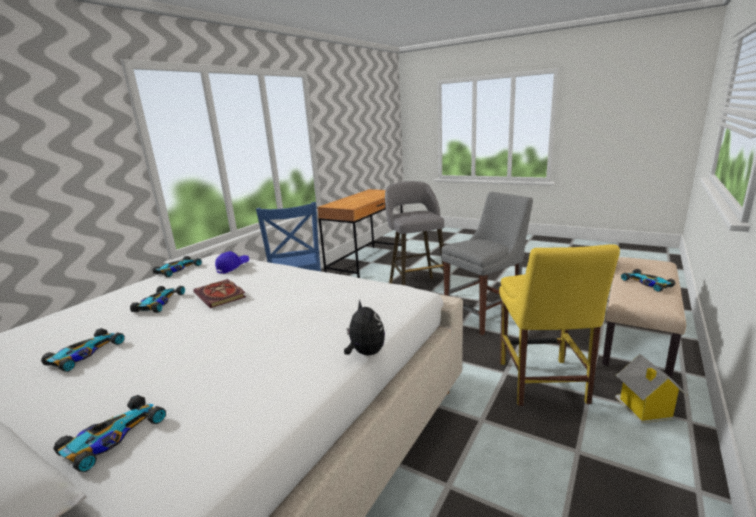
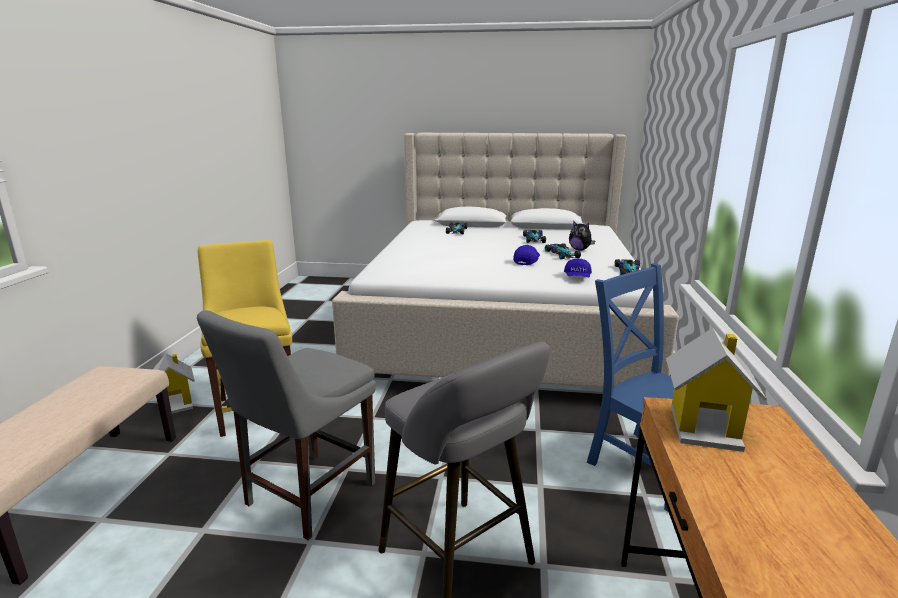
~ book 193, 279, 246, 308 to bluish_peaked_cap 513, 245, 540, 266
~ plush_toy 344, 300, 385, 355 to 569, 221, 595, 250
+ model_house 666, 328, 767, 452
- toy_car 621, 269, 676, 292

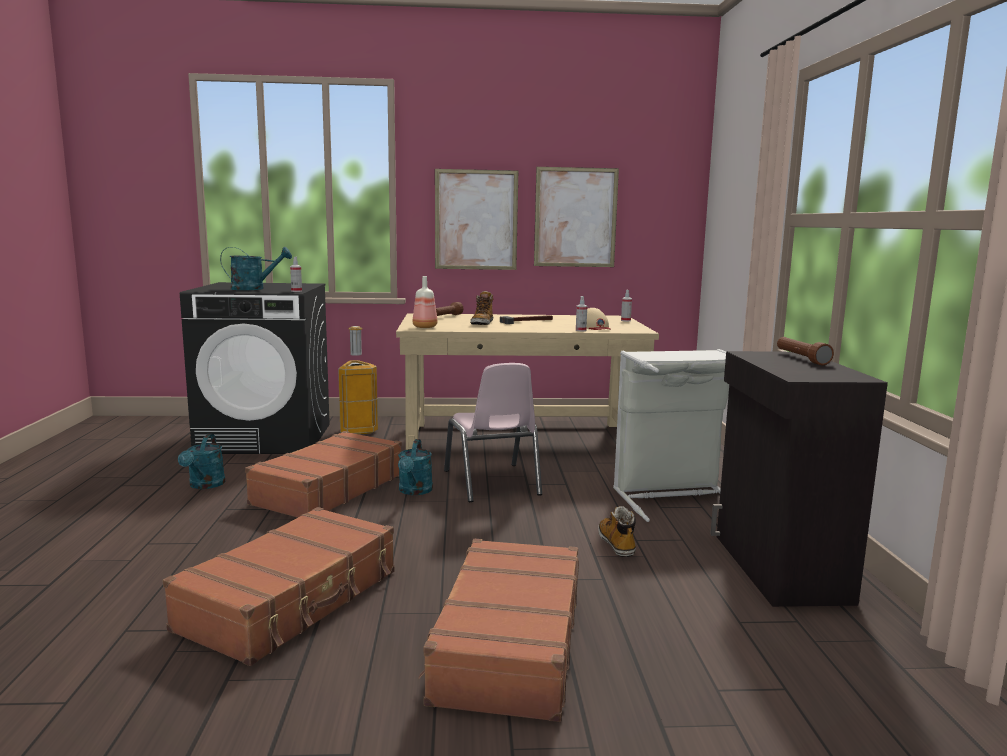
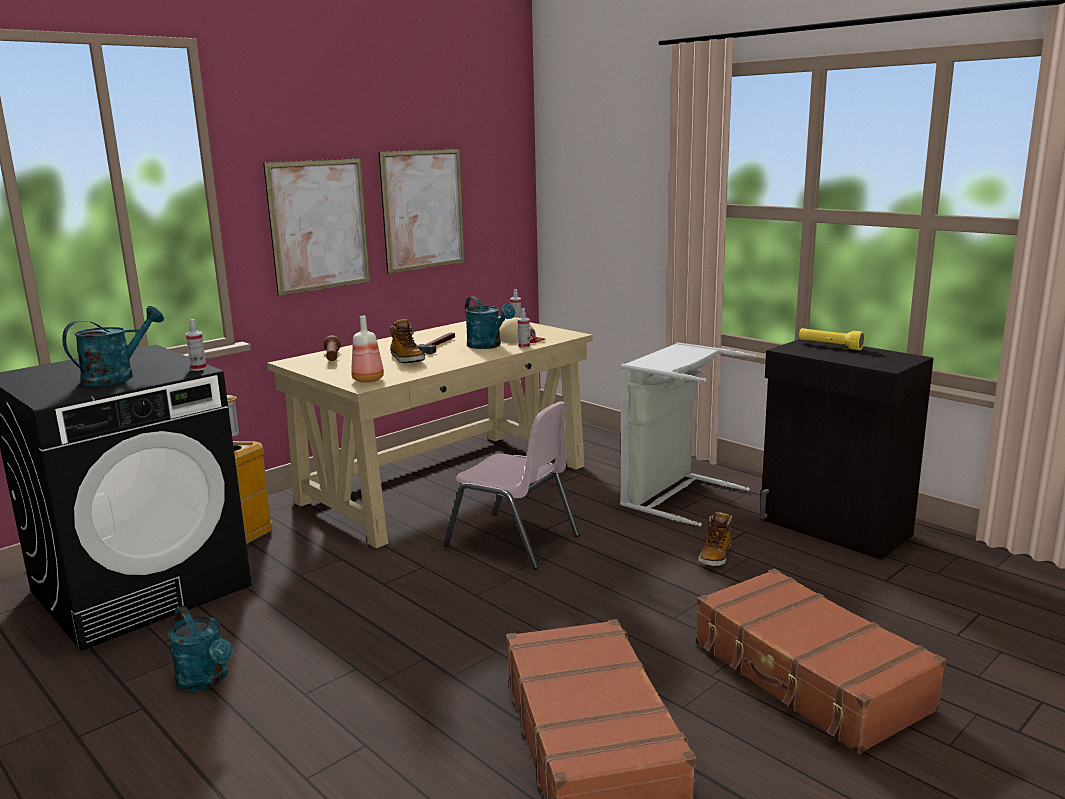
~ turquoise_sprinkling_can 398, 439, 433, 495 to 465, 297, 515, 349
~ high-top_boot 598, 506, 636, 557 = 699, 512, 732, 567 105 degrees counterclockwise
~ brown-coloured_hand_torch 777, 337, 834, 366 to yellowish_hand_torch 799, 328, 865, 350
- brown-coloured_piece_of_luggage 245, 431, 402, 518

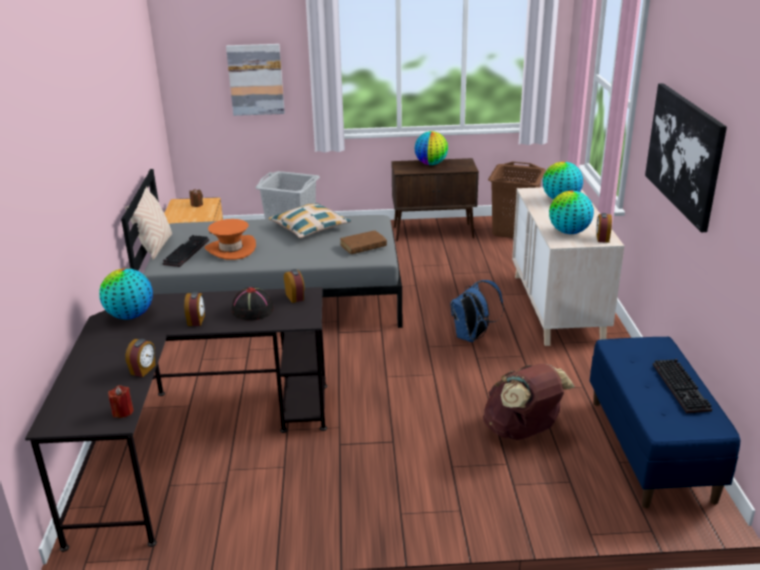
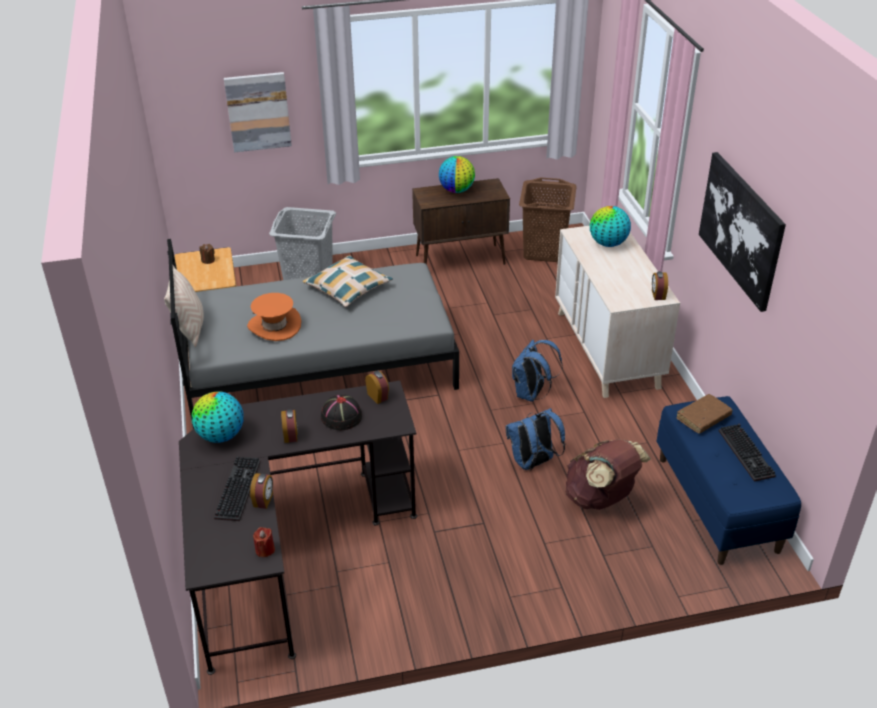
~ PC_keyboard 163, 235, 209, 267 to 214, 456, 260, 521
+ bluish_rucksack 506, 408, 565, 470
~ brown-coloured_book 340, 230, 387, 254 to 677, 394, 733, 434
- world_globe 549, 191, 594, 234

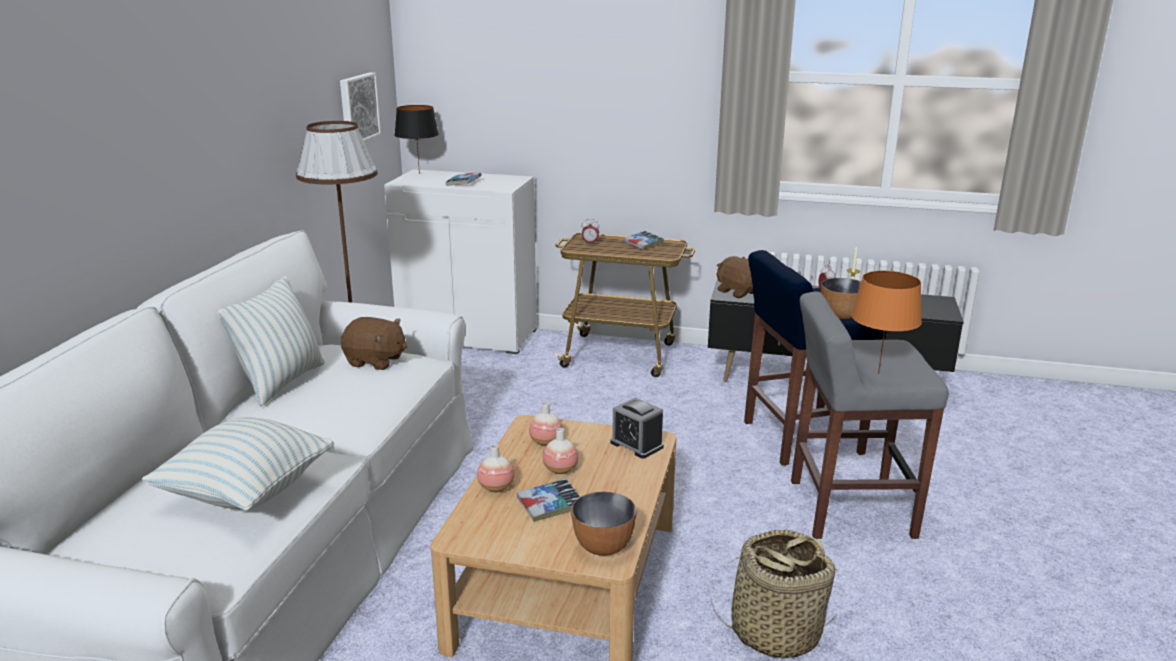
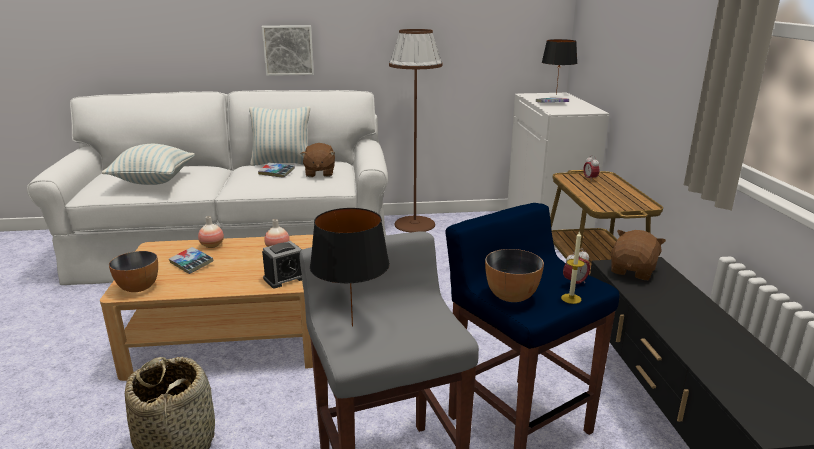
~ book 624, 231, 664, 250 to 258, 163, 295, 178
~ wall_art 340, 73, 381, 141 to 262, 25, 314, 76
~ bedside_clock 611, 398, 664, 459 = 262, 241, 302, 288 150 degrees counterclockwise
~ orange-coloured_table_lamp 851, 271, 922, 374 to blackish_table_lamp 310, 208, 390, 327
- decorative_vase 543, 428, 578, 474

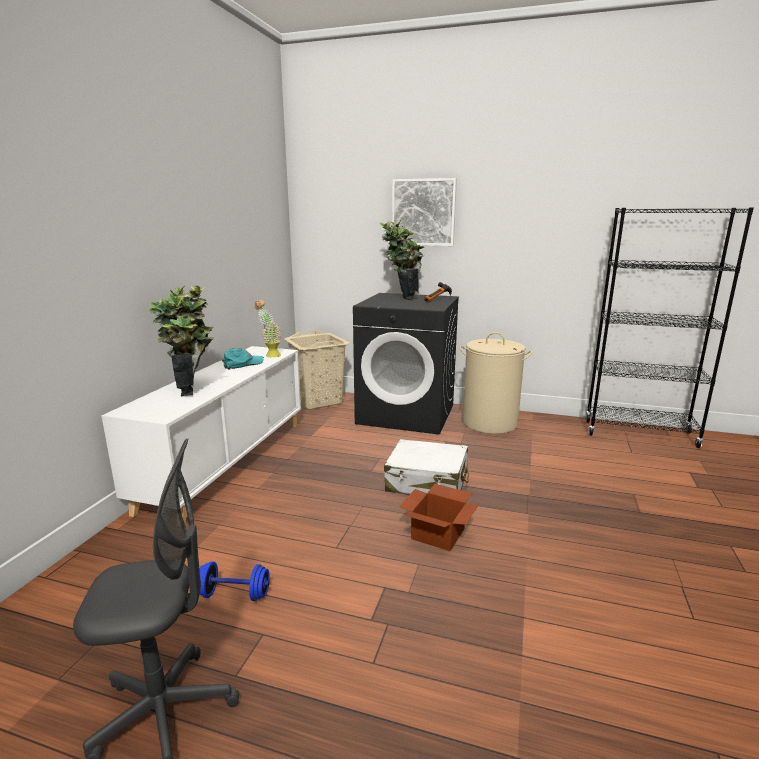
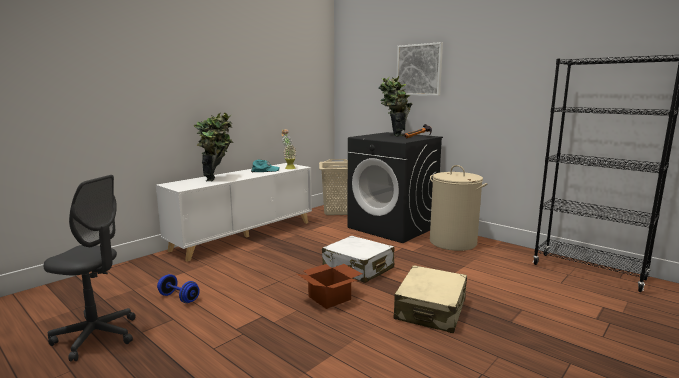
+ sand-coloured_piece_of_luggage 394, 265, 467, 333

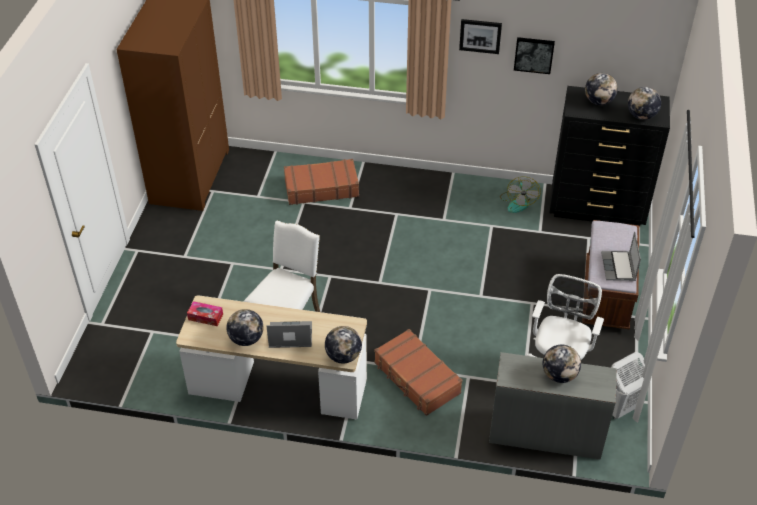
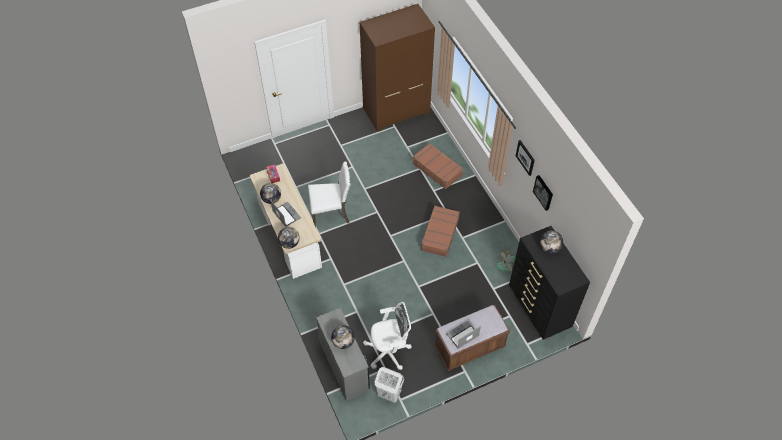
~ brown-coloured_piece_of_luggage 374, 329, 463, 416 to 420, 205, 460, 257
- world_globe 628, 87, 661, 120

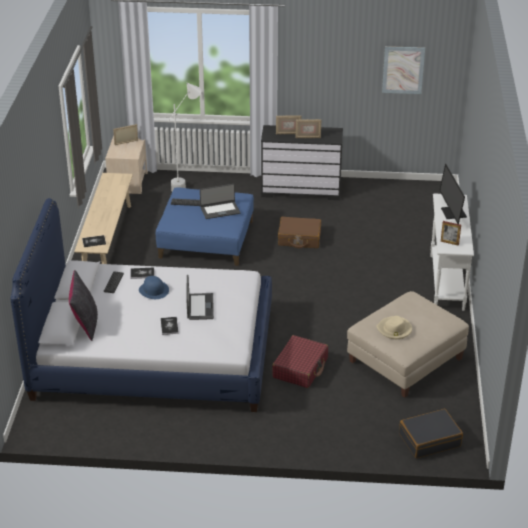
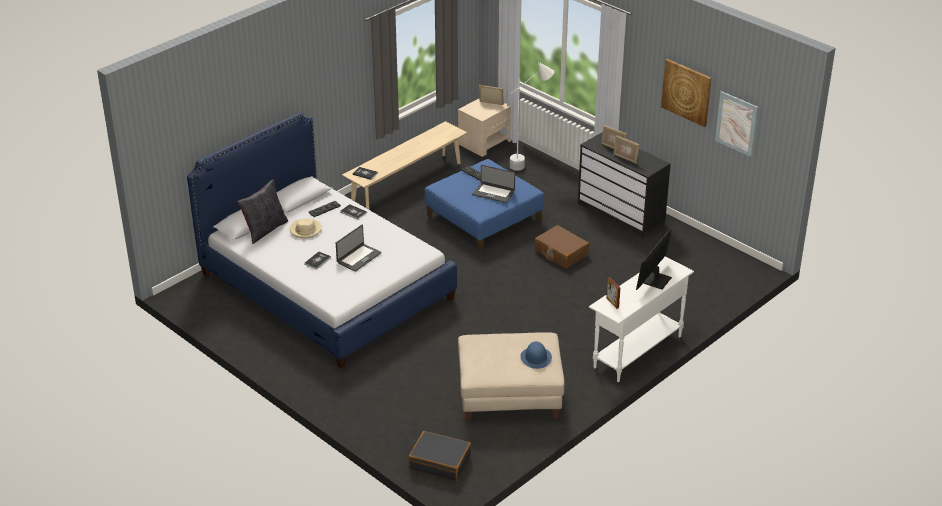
~ sand-coloured_wearable_hat 376, 316, 412, 339 to 289, 218, 322, 238
~ bluish_wearable_hat 139, 276, 169, 299 to 520, 342, 552, 369
+ wall_art 661, 59, 712, 127
- reddish_piece_of_luggage 272, 335, 328, 388

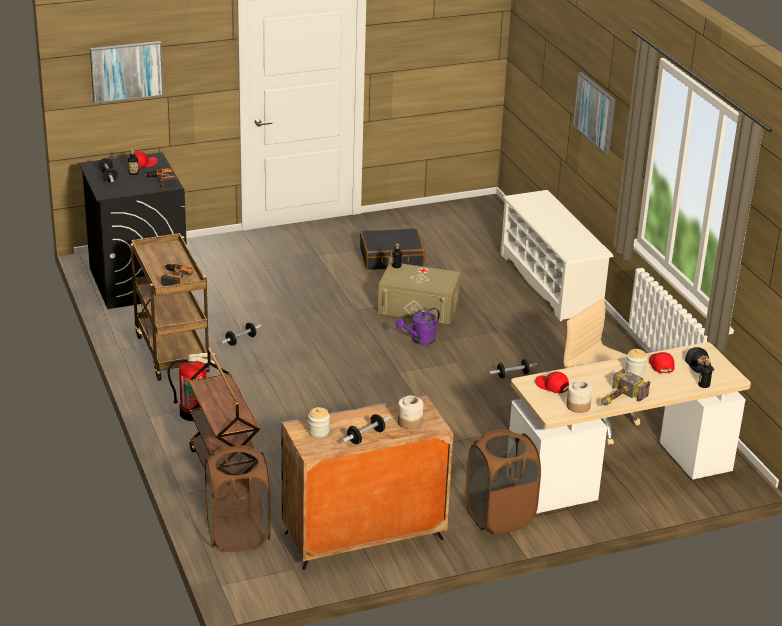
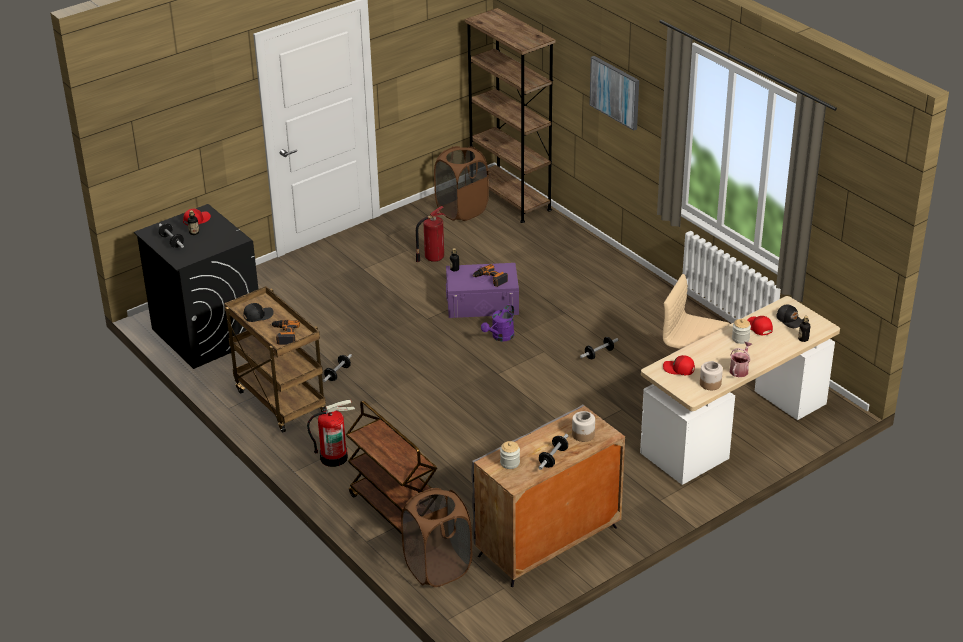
+ blackish_peaked_cap 243, 303, 274, 322
~ blackish_piece_of_luggage 360, 229, 425, 270 to extinguisher 416, 206, 446, 262
~ brown-coloured_washing_basket 466, 429, 541, 534 to 434, 146, 489, 221
~ sand-coloured_storage_container 378, 262, 461, 324 to purple_storage_container 446, 263, 519, 318
+ brown-coloured_shelving_unit 465, 8, 556, 223
~ power_drill 145, 168, 178, 189 to 473, 264, 508, 287
~ hand_hammer 601, 369, 650, 406 to sprinkling_can 730, 342, 752, 377
- wall_art 90, 41, 164, 104
- whitish_shoe_stand 500, 190, 613, 321

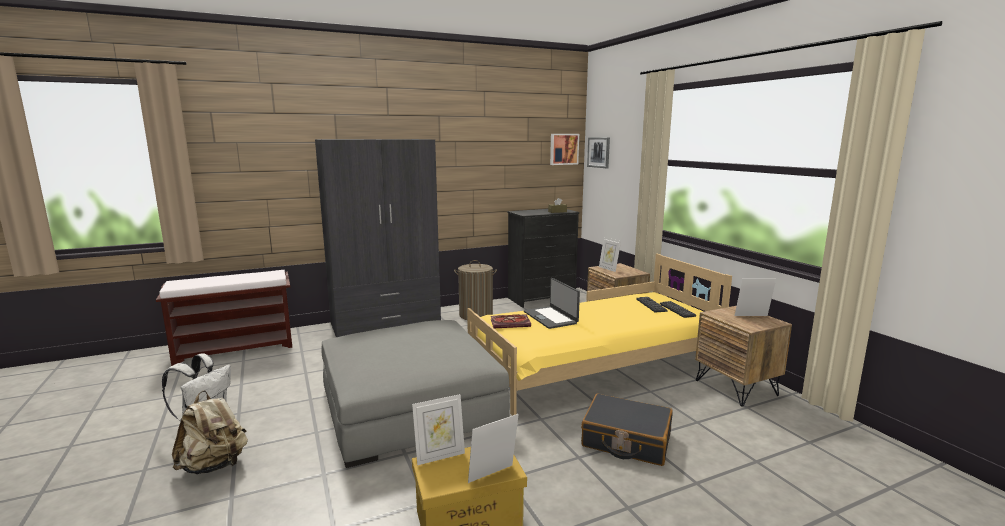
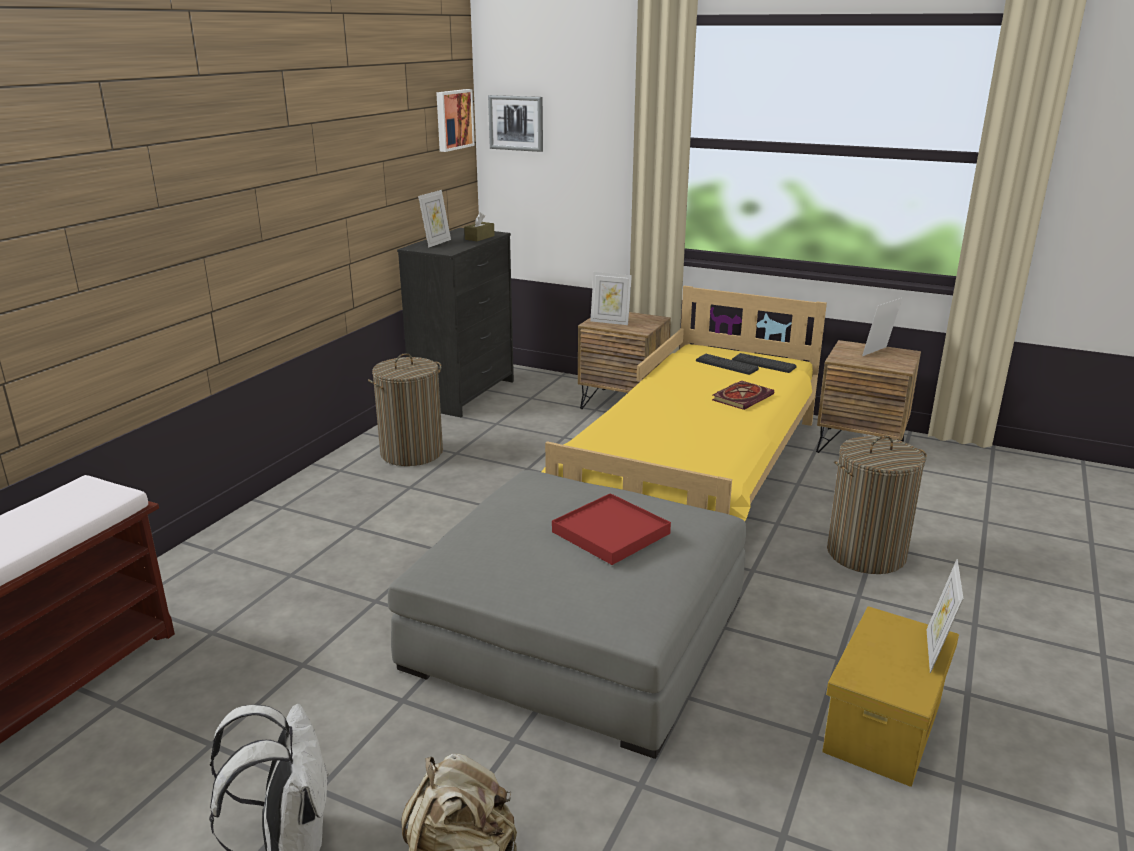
~ standing_frame 412, 394, 465, 465 to 418, 190, 451, 248
+ reddish_tray 552, 493, 671, 565
~ book 491, 314, 531, 328 to 712, 381, 775, 410
~ blackish_piece_of_luggage 581, 393, 673, 466 to washing_basket 827, 436, 927, 574
- grey_armoire 315, 139, 441, 337
- notebook_computer 524, 278, 580, 329

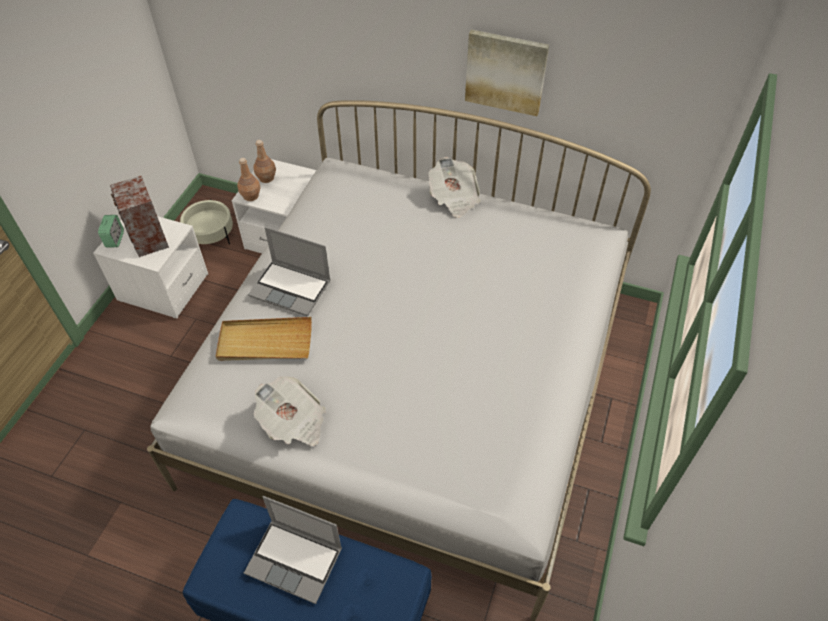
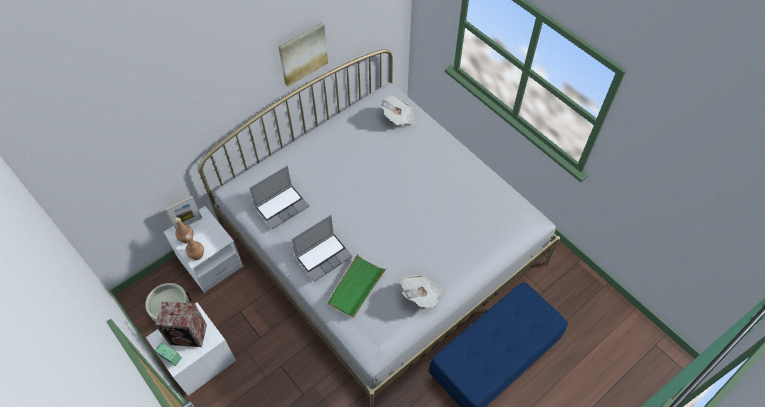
+ standing_frame 165, 196, 202, 229
~ notebook_computer 244, 496, 342, 604 to 249, 166, 309, 229
~ sand-coloured_tray 216, 317, 312, 361 to green_tray 328, 254, 386, 318
~ daily_paper 428, 157, 481, 218 to 380, 95, 417, 126

